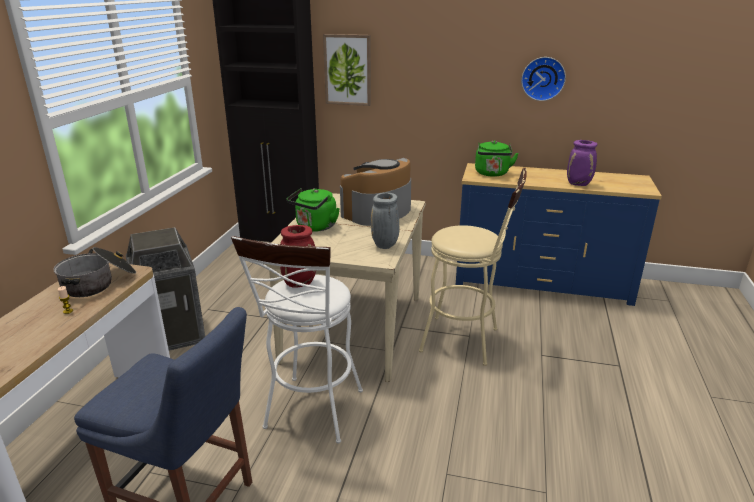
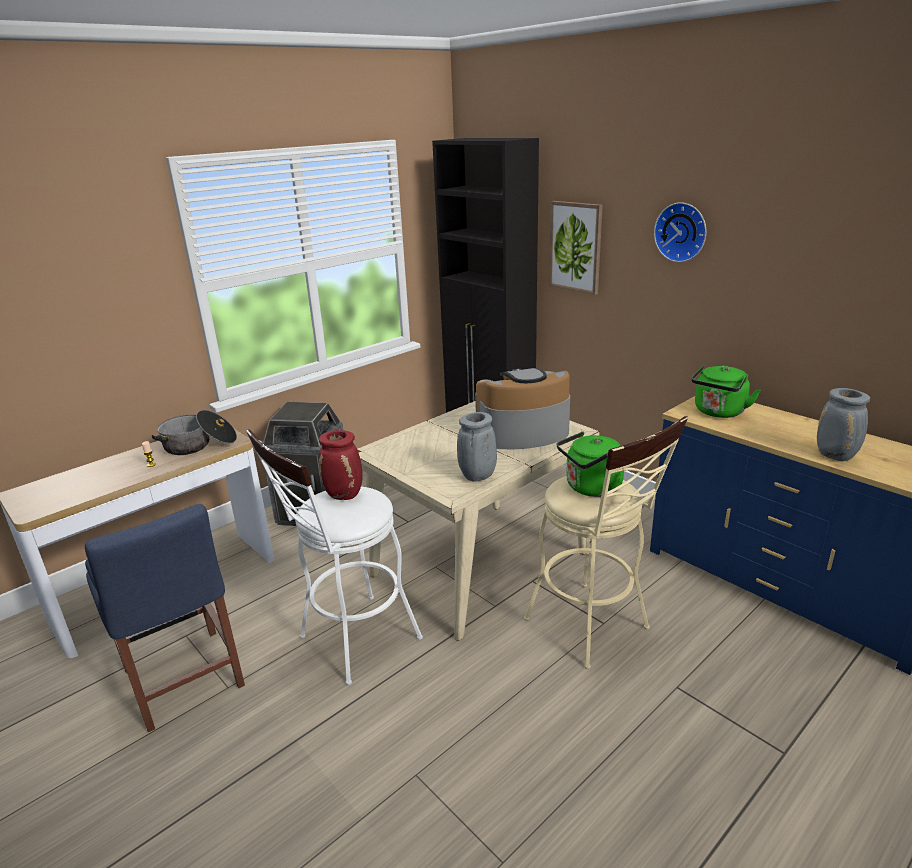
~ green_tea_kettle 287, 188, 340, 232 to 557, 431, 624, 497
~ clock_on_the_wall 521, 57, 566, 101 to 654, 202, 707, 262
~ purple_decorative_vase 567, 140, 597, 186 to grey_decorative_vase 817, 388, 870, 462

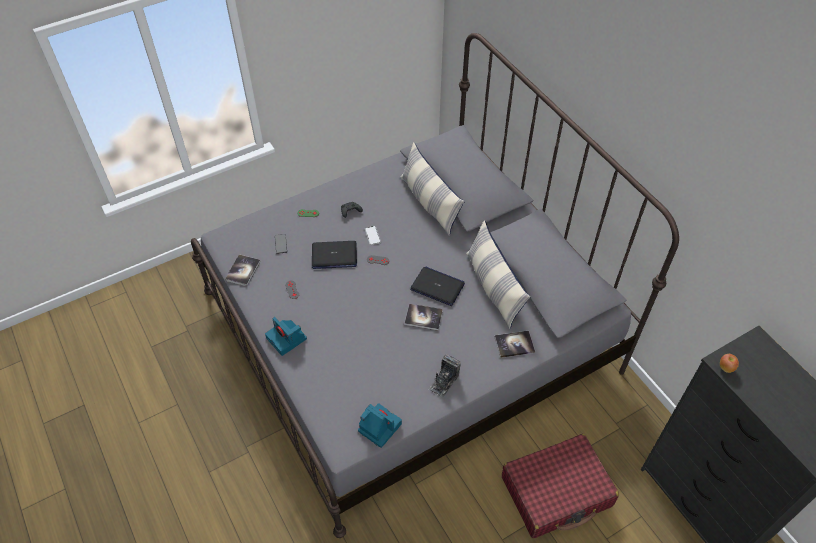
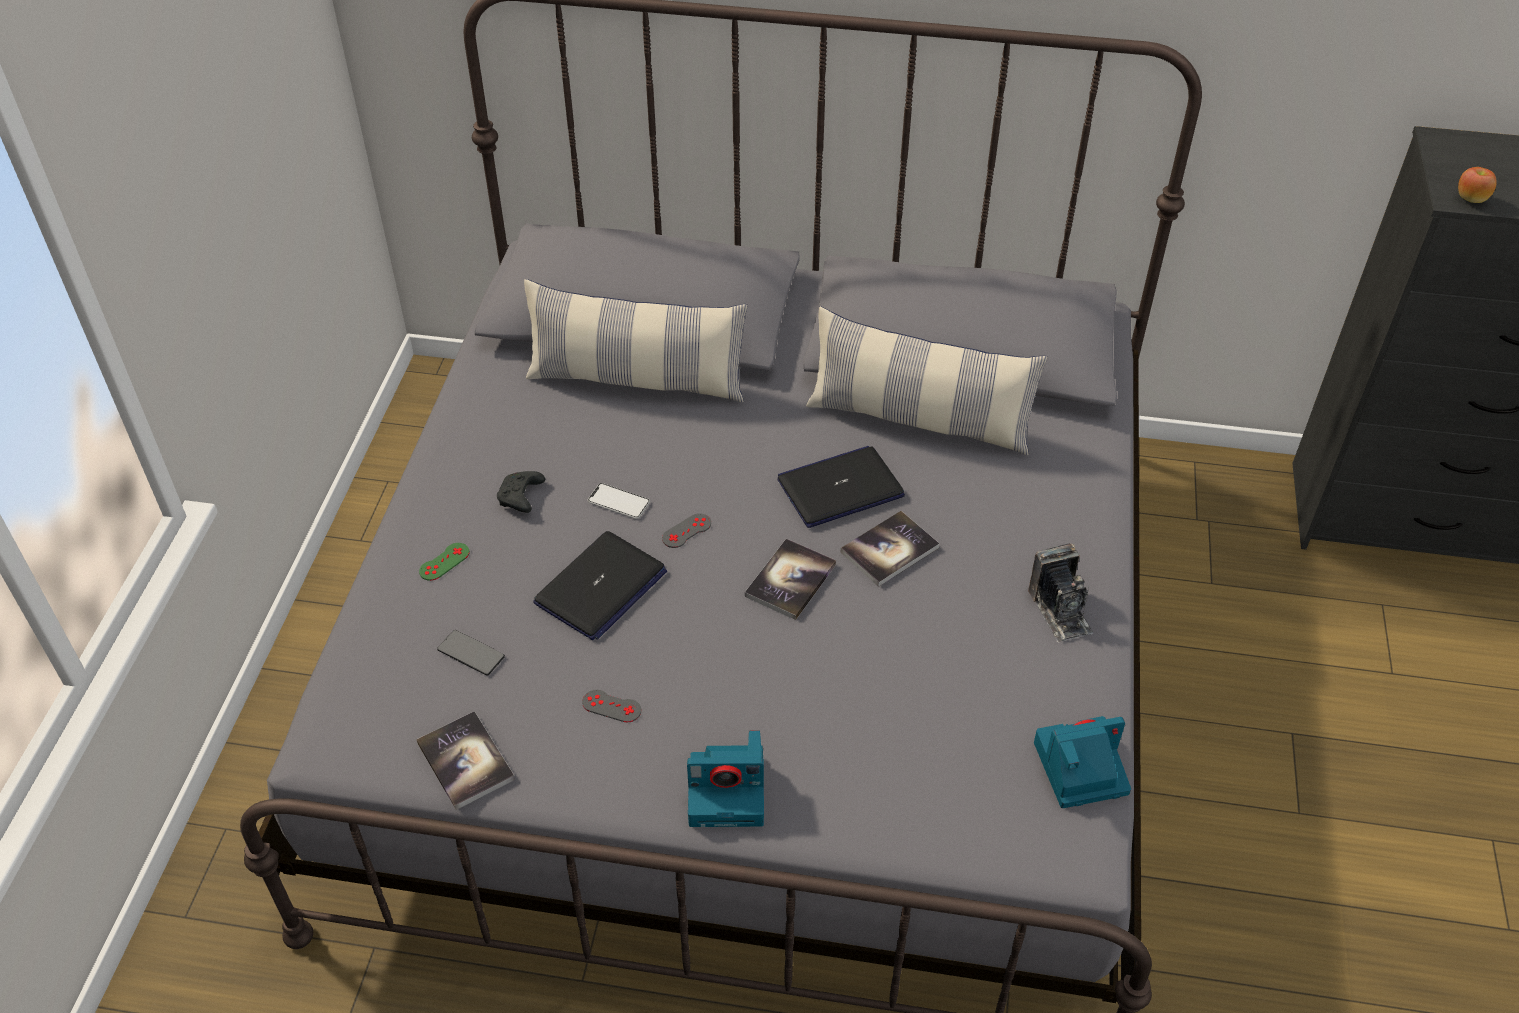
~ book 495, 331, 535, 358 to 745, 538, 836, 620
- reddish_piece_of_luggage 502, 434, 619, 538

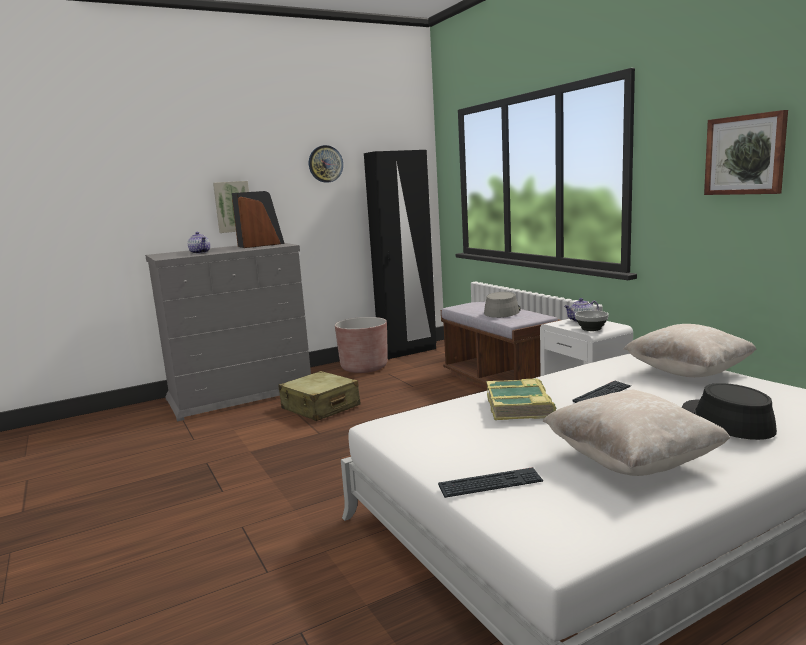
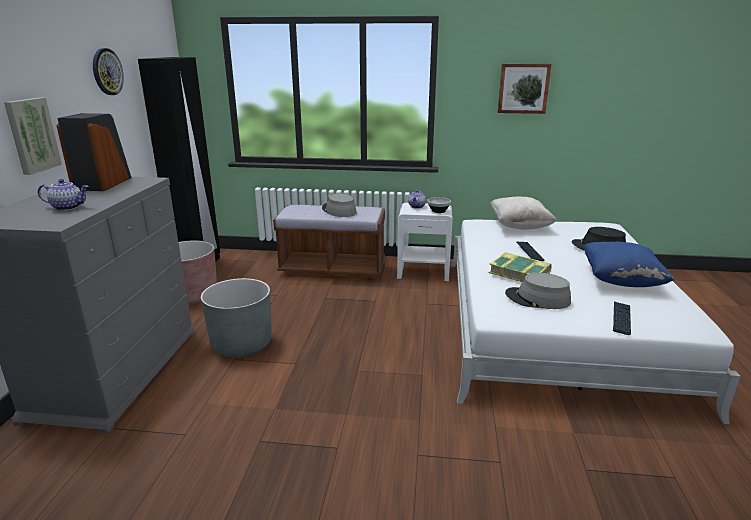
~ sand-coloured_piece_of_luggage 278, 371, 361, 421 to grey_plant_pot 201, 278, 272, 358
+ grey_wearable_hat 505, 273, 571, 309
~ sand-coloured_pillow 542, 390, 730, 476 to bluish_pillow 583, 242, 674, 287

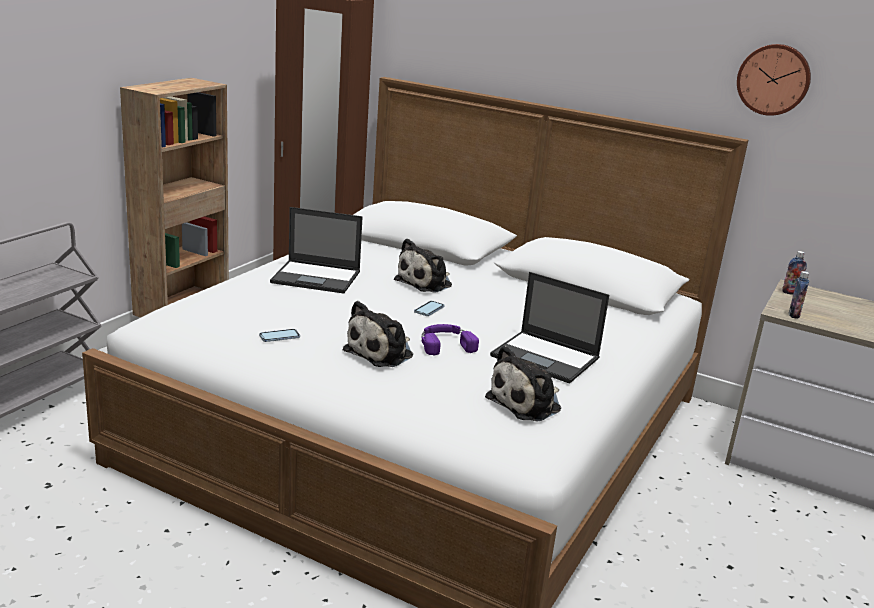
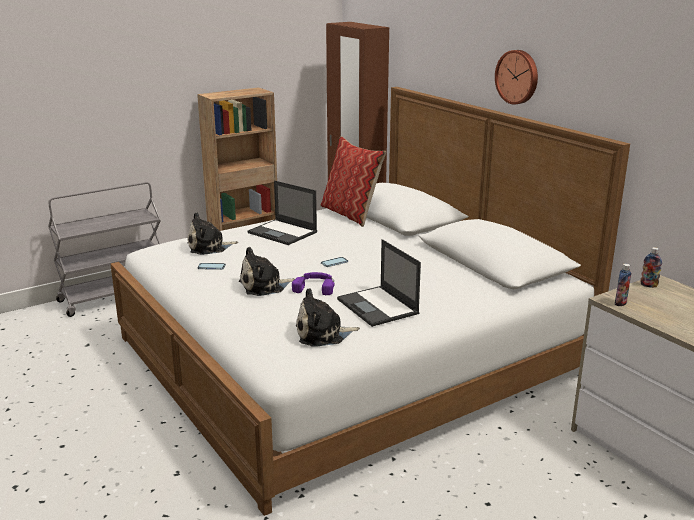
~ plush_toy 394, 239, 452, 293 to 187, 212, 238, 255
+ pillow 320, 136, 386, 227
~ clock_on_the_wall 737, 44, 811, 116 to 495, 50, 538, 104

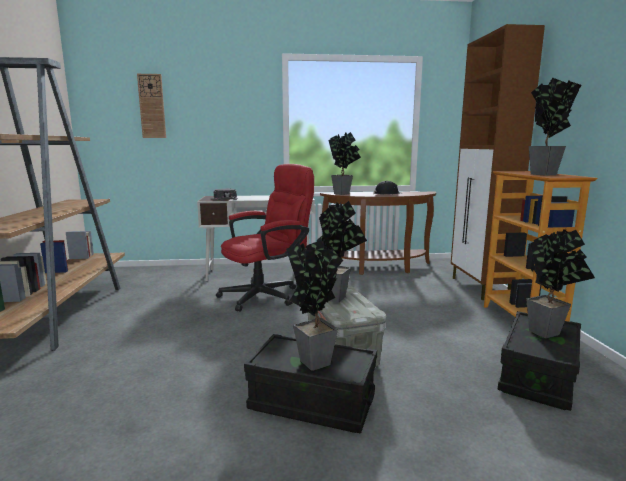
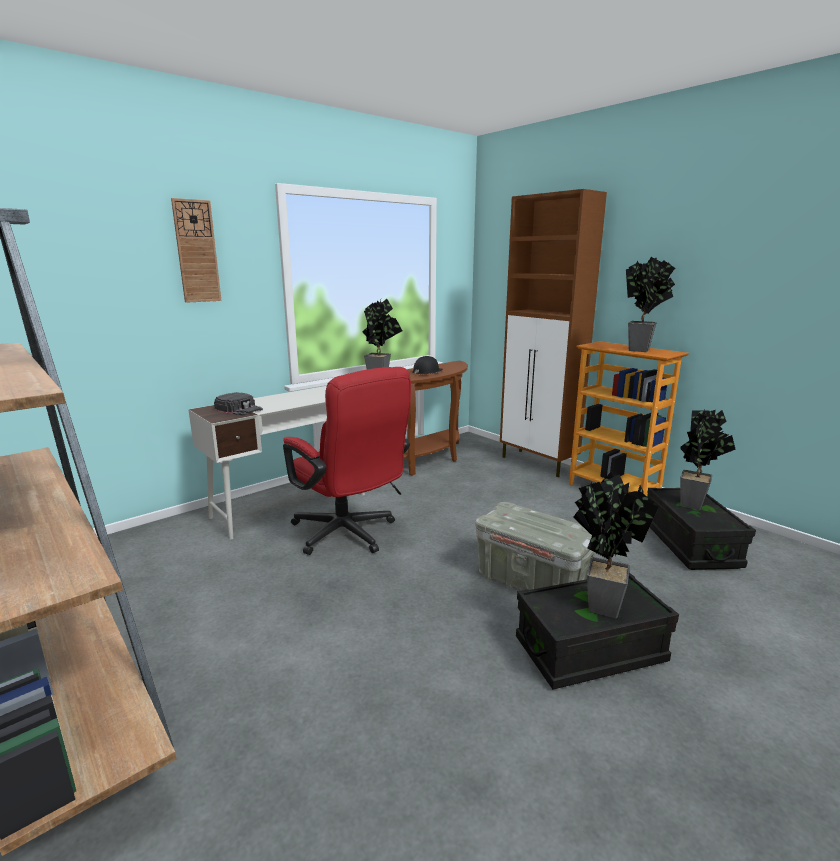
~ clock_on_the_wall 137, 74, 166, 138 to 171, 198, 221, 303
~ reddish_office_chair 216, 164, 314, 312 = 283, 367, 411, 555 120 degrees clockwise
- potted_plant 316, 201, 367, 303

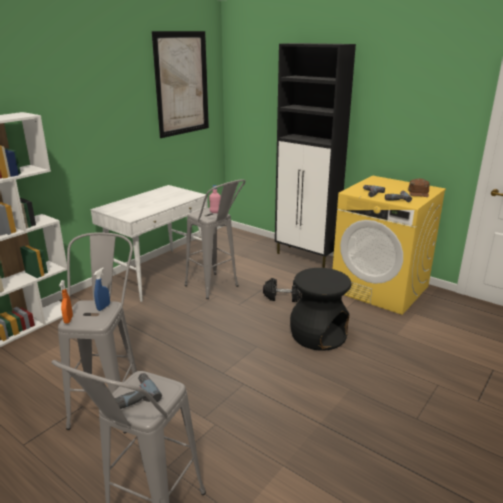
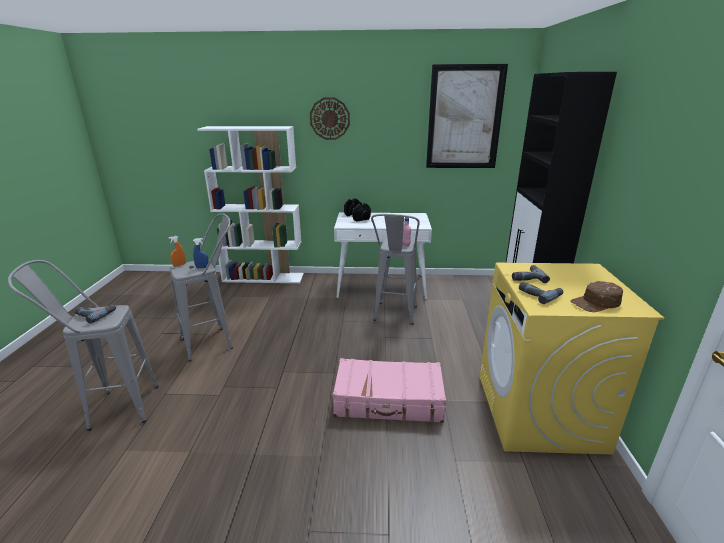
+ clock_on_the_wall 310, 97, 350, 140
~ blackish_stool_seat 290, 268, 351, 351 to pinkish_piece_of_luggage 333, 358, 446, 423
~ blackish_free_weight 263, 278, 301, 302 to 344, 198, 371, 222

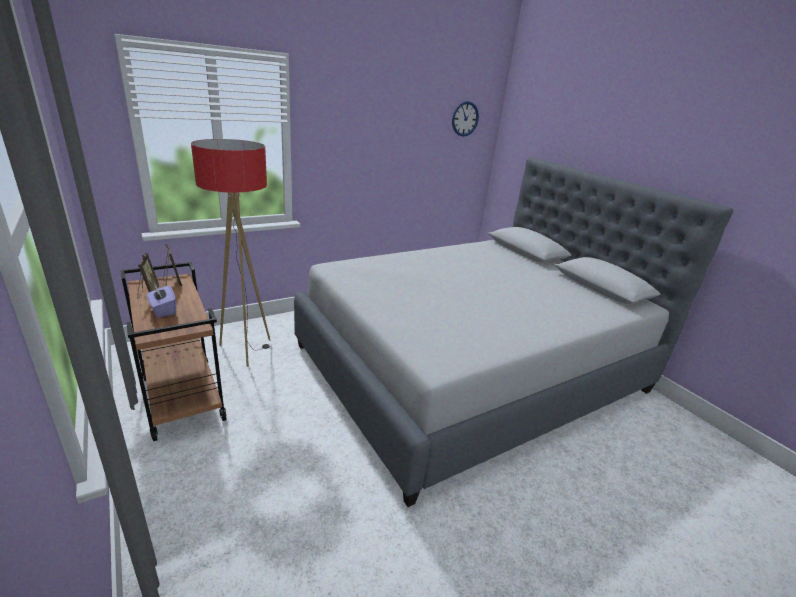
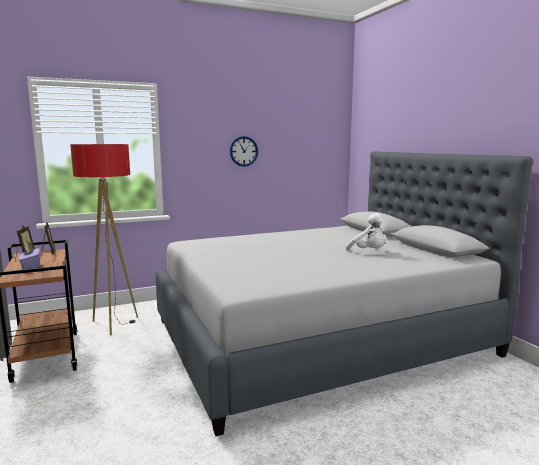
~ clock_on_the_wall 452, 101, 479, 137 to 230, 136, 258, 167
+ whitish_plush_toy 346, 213, 387, 251

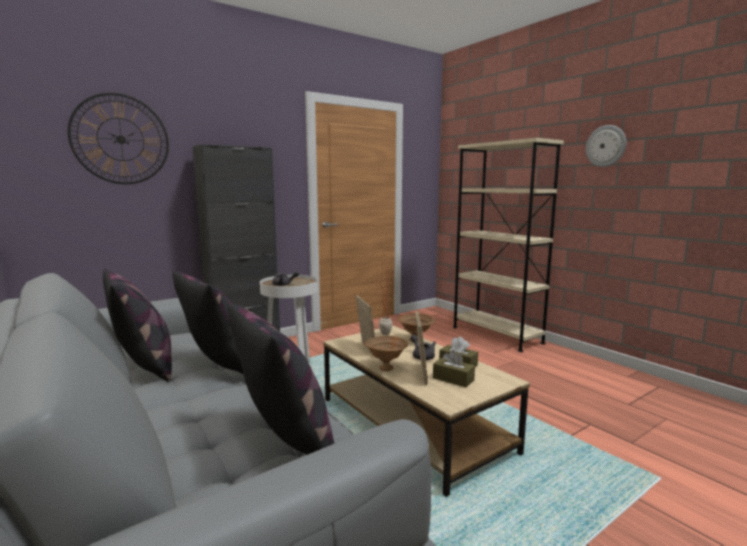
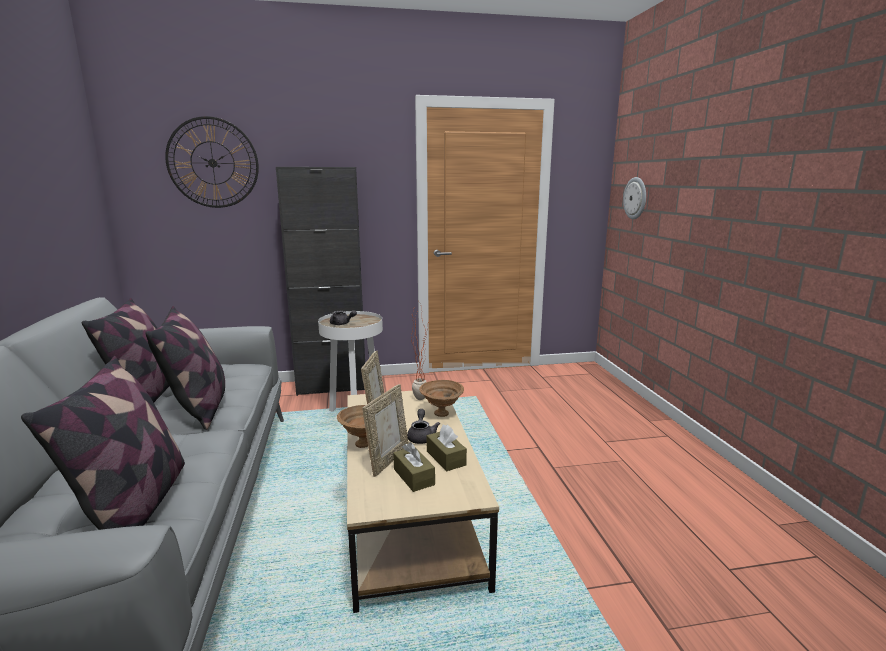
~ clock_on_the_wall 586, 125, 626, 167 to 623, 177, 646, 219
- sand-coloured_shelving_unit 453, 138, 564, 352

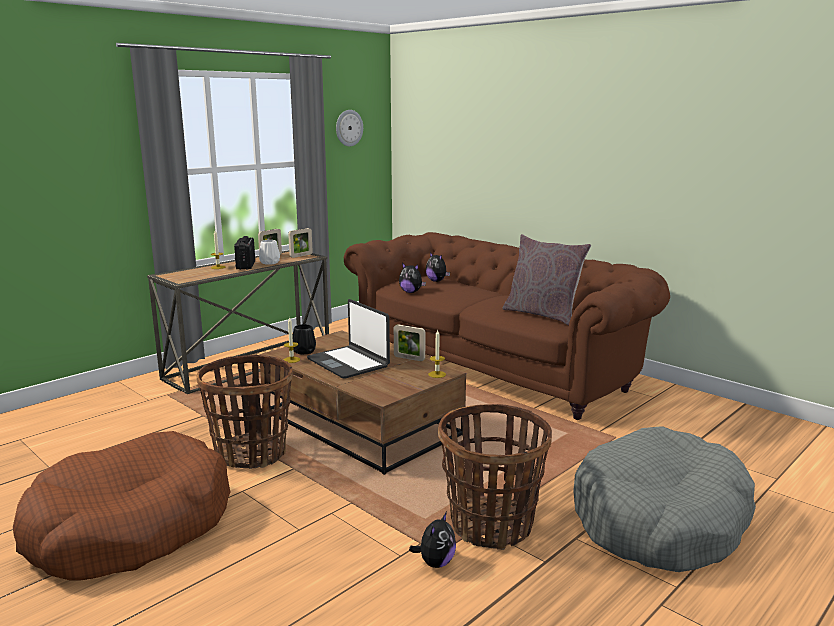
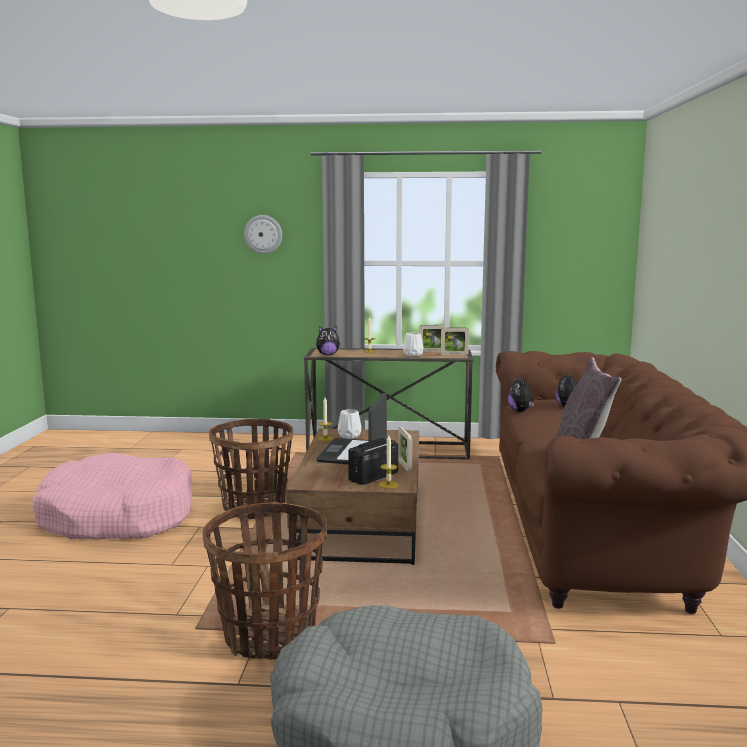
~ brown-coloured_dog_cushion 13, 431, 231, 581 to pinkish_dog_cushion 32, 453, 192, 540
~ clock_on_the_wall 336, 110, 363, 146 to 244, 215, 282, 254
~ plush_toy 409, 512, 456, 568 to 316, 326, 341, 355
~ blackish_decorative_vase 293, 324, 316, 354 to whitish_decorative_vase 338, 409, 361, 439
~ radio 234, 236, 255, 270 to 348, 438, 398, 485

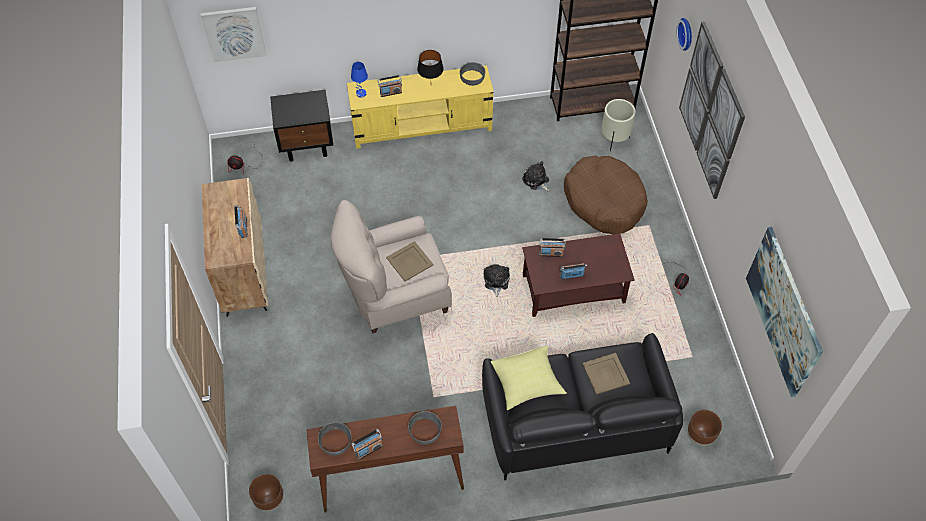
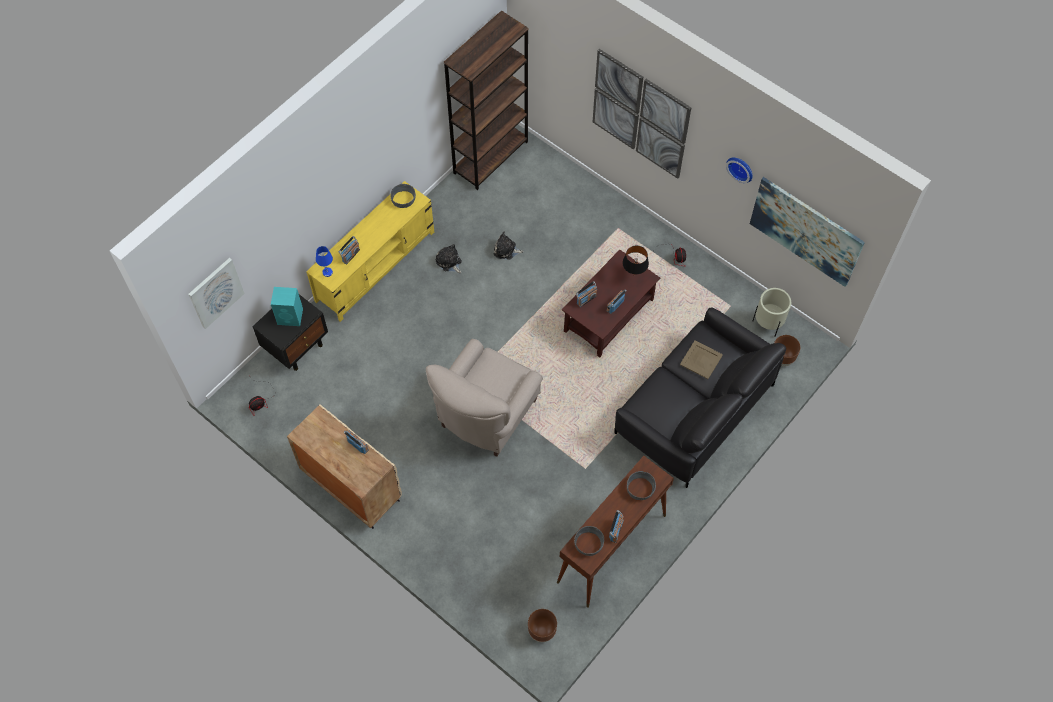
+ turquoise_loudspeaker 271, 287, 303, 326
~ plush_toy 484, 264, 510, 297 to 436, 244, 462, 273
~ blackish_table_lamp 417, 50, 444, 79 to 623, 246, 649, 274
~ clock_on_the_wall 677, 18, 692, 51 to 726, 158, 753, 183
~ sand-coloured_plant_pot 601, 99, 636, 152 to 752, 288, 791, 337
- sand-coloured_tray 386, 241, 434, 281
- yellowish_pillow 491, 346, 567, 410
- brown-coloured_dog_cushion 564, 156, 648, 234

